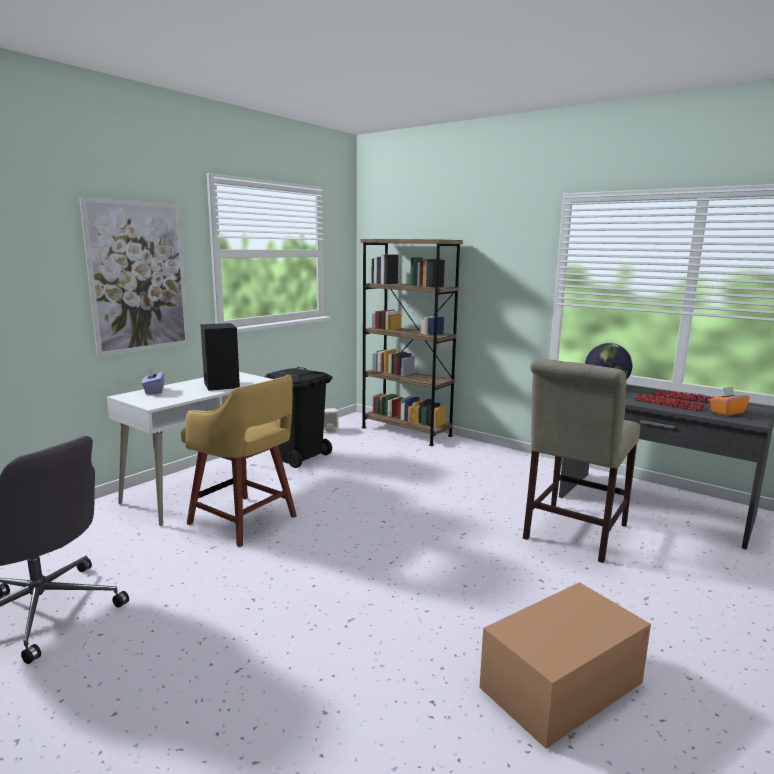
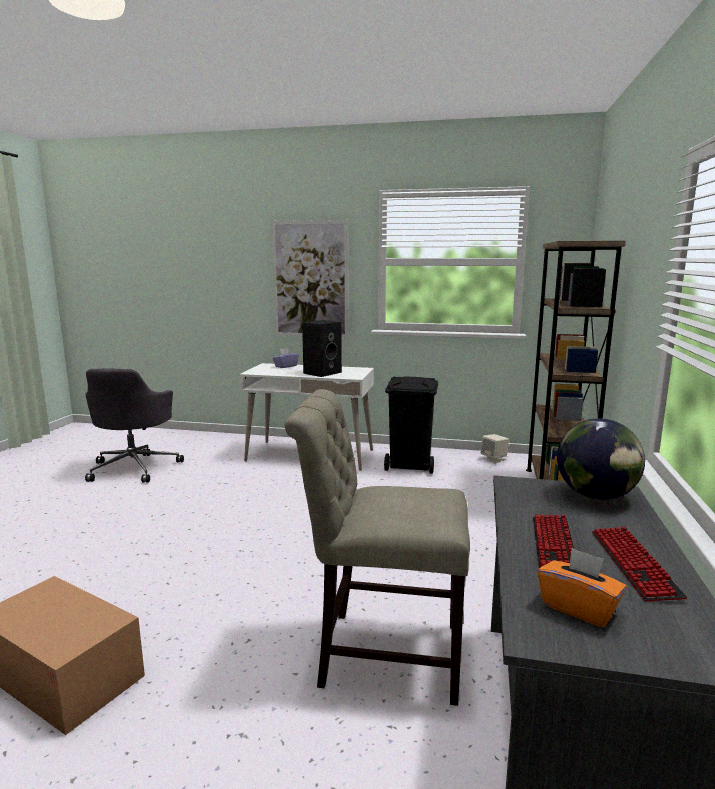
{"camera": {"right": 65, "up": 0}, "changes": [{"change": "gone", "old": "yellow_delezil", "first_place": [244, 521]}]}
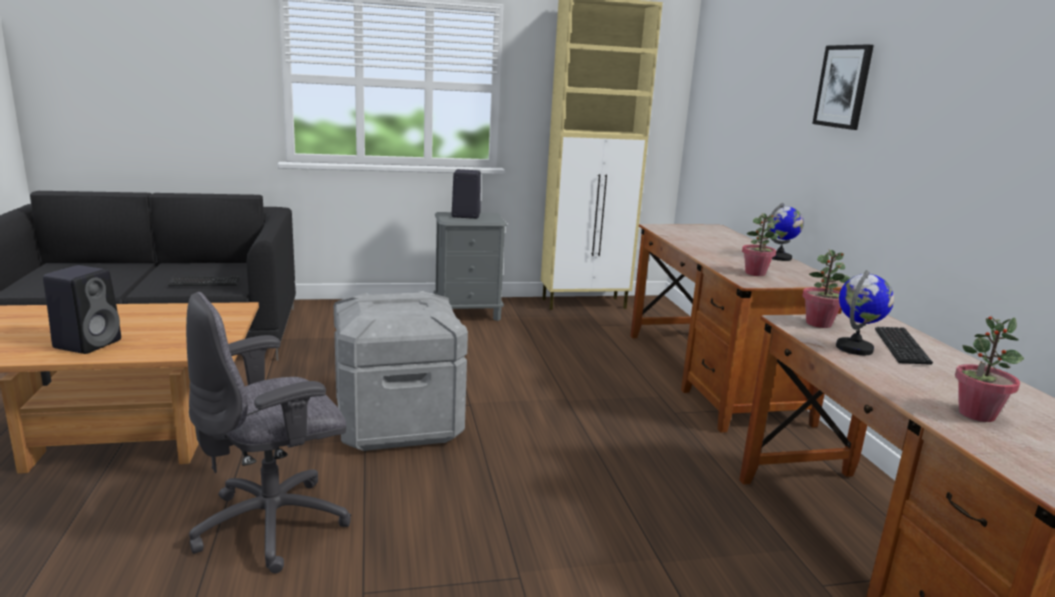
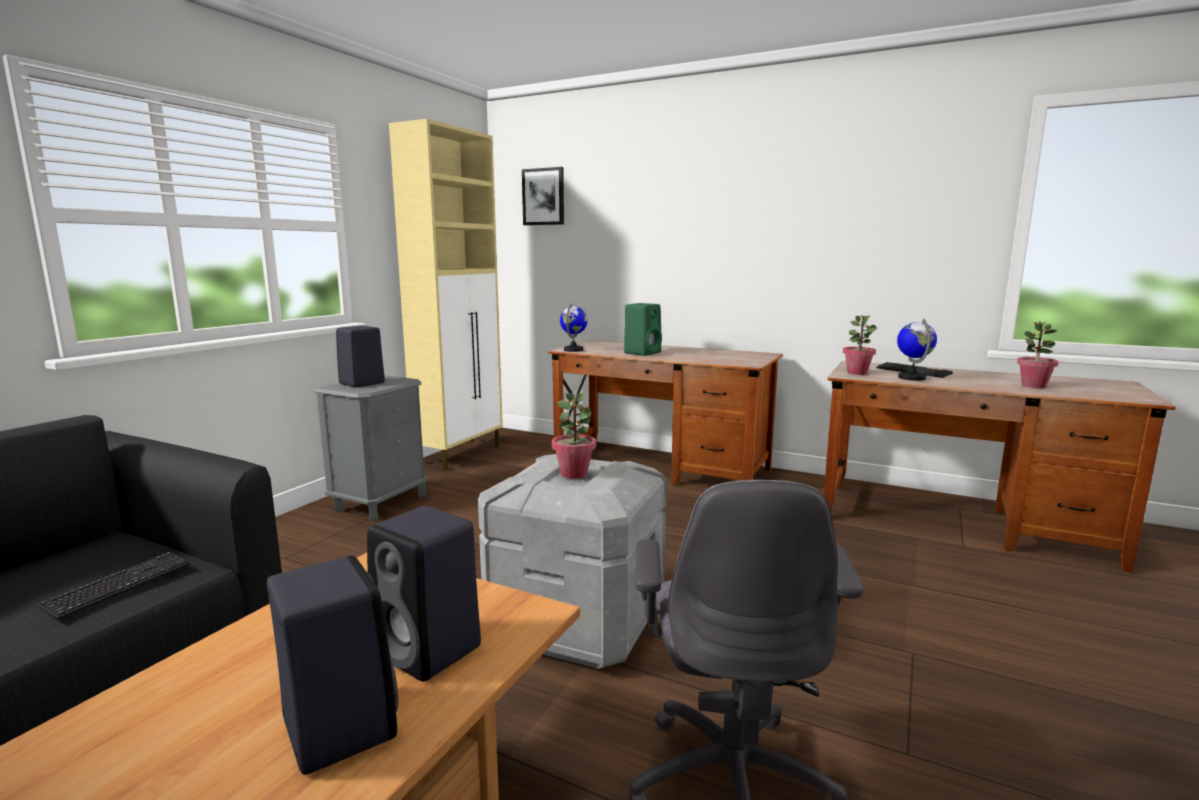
{"camera": {"right": -50, "up": -5}, "changes": [{"change": "new", "new": "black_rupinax", "second_place": [430, 651]}, {"change": "shifted", "old": "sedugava", "first_place": [843, 86], "second_place": [543, 196]}, {"change": "shifted", "old": "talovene", "first_place": [755, 273], "second_place": [574, 474]}, {"change": "shifted", "old": "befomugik", "first_place": [779, 258], "second_place": [573, 350]}, {"change": "new", "new": "green_rupinax", "second_place": [643, 353]}]}
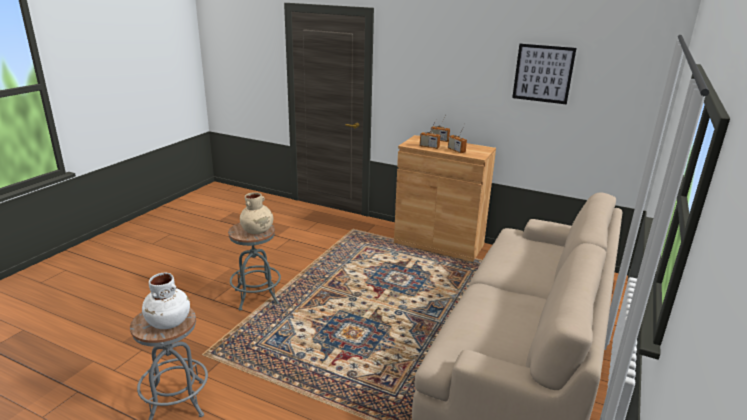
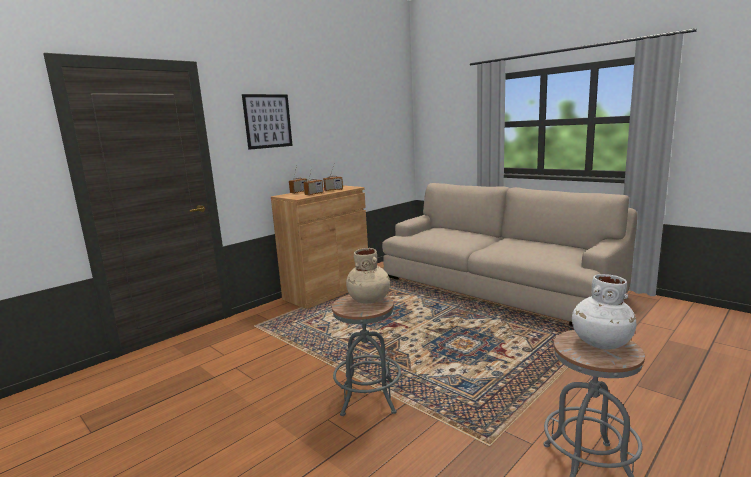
{"camera": {"right": -70, "up": -10}, "changes": [{"change": "shifted", "old": "sedugava", "first_place": [543, 73], "second_place": [268, 121]}]}
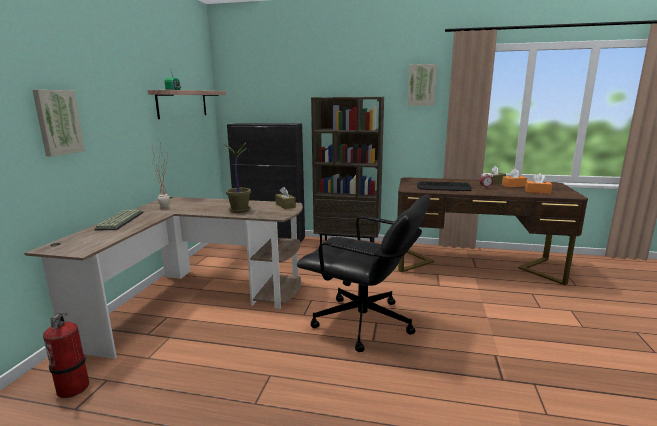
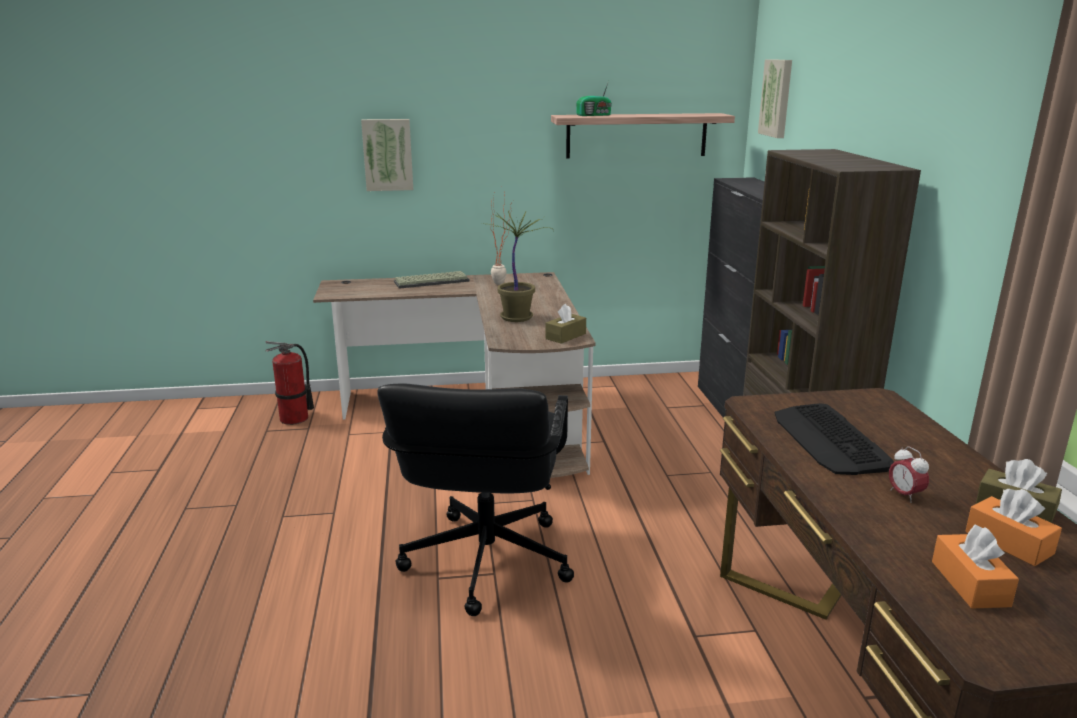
{"camera": {"right": 70, "up": 5}, "changes": [{"change": "shifted", "old": "sedugava", "first_place": [421, 85], "second_place": [777, 98]}]}
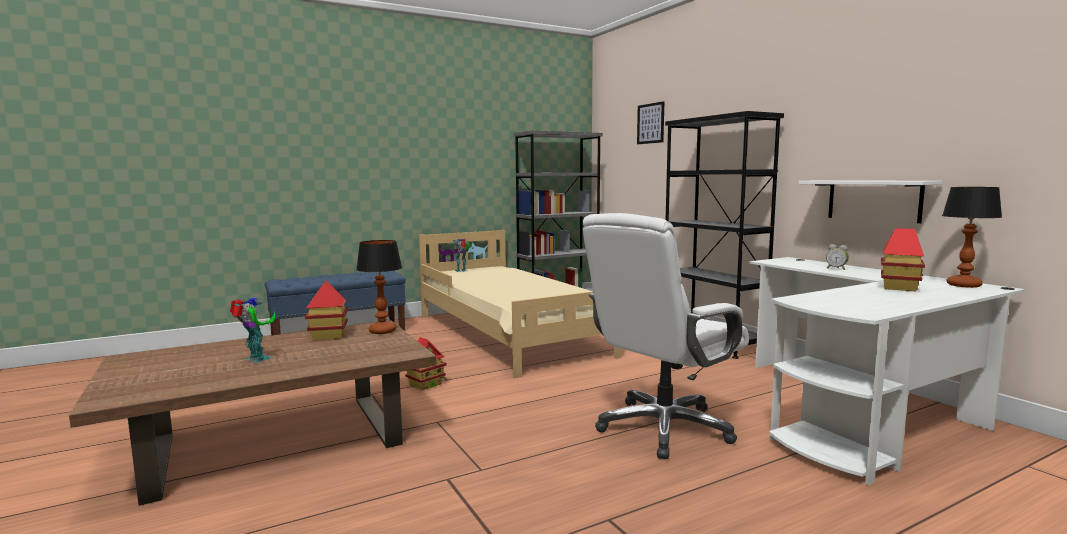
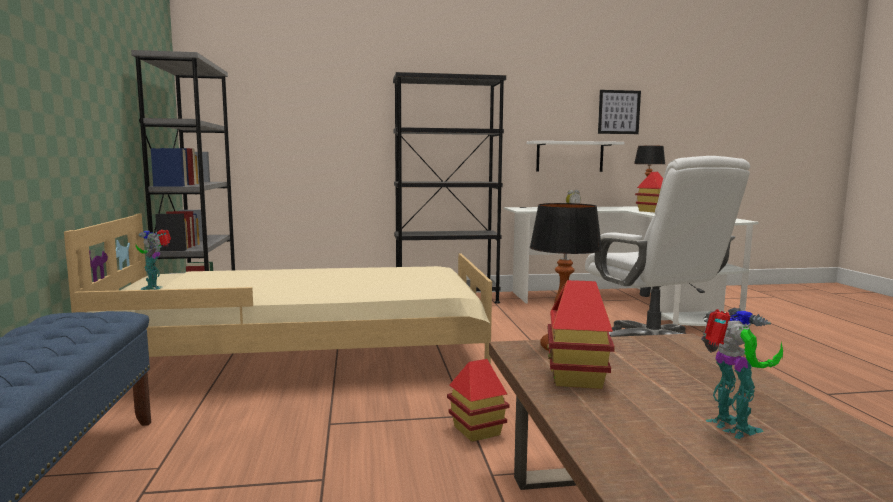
{"camera": {"right": -70, "up": 0}, "changes": [{"change": "shifted", "old": "sedugava", "first_place": [650, 123], "second_place": [619, 112]}, {"change": "rotated", "old": "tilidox", "first_place": [256, 359], "second_place": [732, 428], "degrees": 105}]}
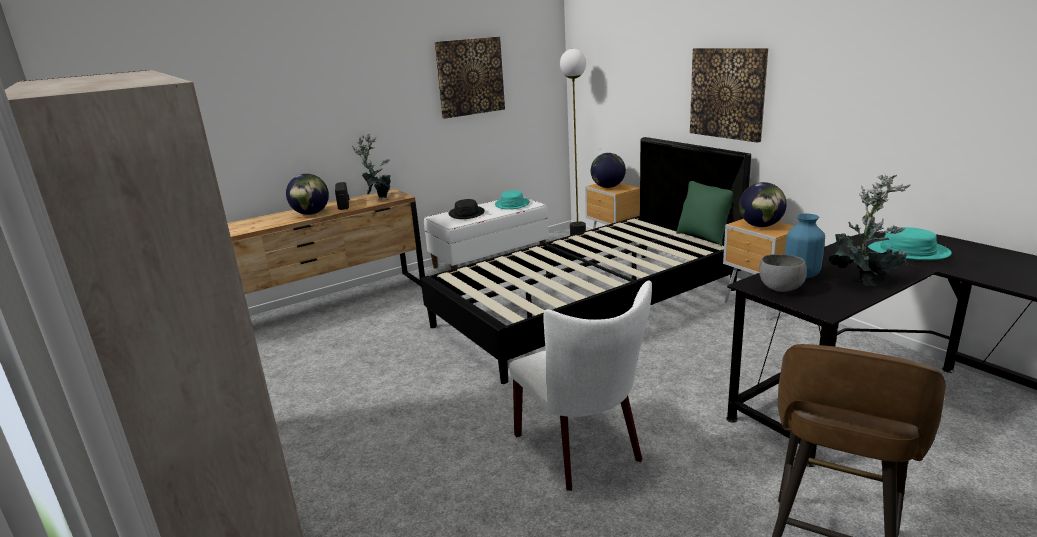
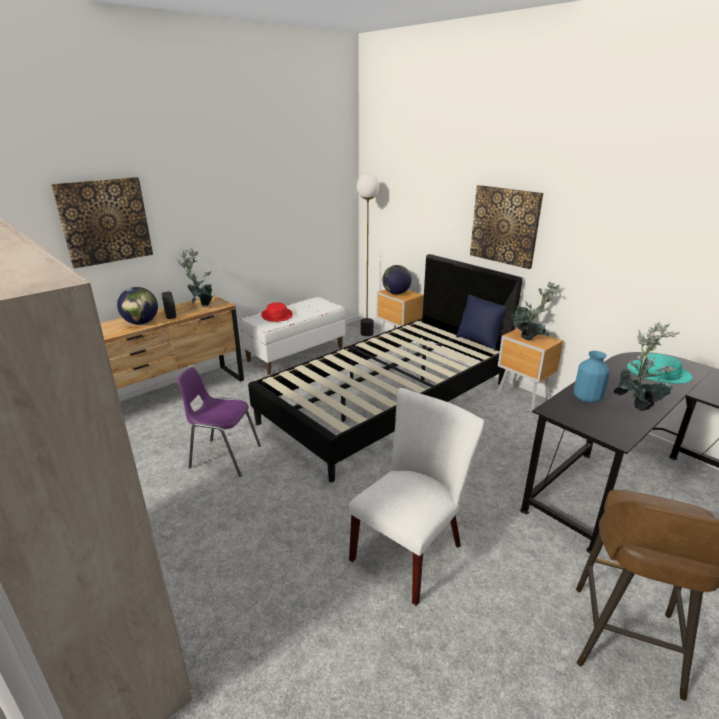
{"camera": {"right": -10, "up": 5}, "changes": [{"change": "shifted", "old": "sedugava", "first_place": [470, 77], "second_place": [105, 221]}, {"change": "new", "new": "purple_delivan", "second_place": [224, 456]}, {"change": "repainted", "old": "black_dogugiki", "new": "red_dogugiki", "first_place": [466, 213], "second_place": [277, 315]}, {"change": "rotated", "old": "white_delivan", "first_place": [583, 450], "second_place": [411, 548], "degrees": -105}, {"change": "repainted", "old": "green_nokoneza", "new": "blue_nokoneza", "first_place": [703, 237], "second_place": [479, 341]}, {"change": "swapped", "old": "befomugik", "new": "talovene", "first_place": [760, 226], "second_place": [530, 337]}, {"change": "gone", "old": "turquoise_dogugiki", "first_place": [512, 204]}, {"change": "gone", "old": "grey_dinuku", "first_place": [779, 289]}]}
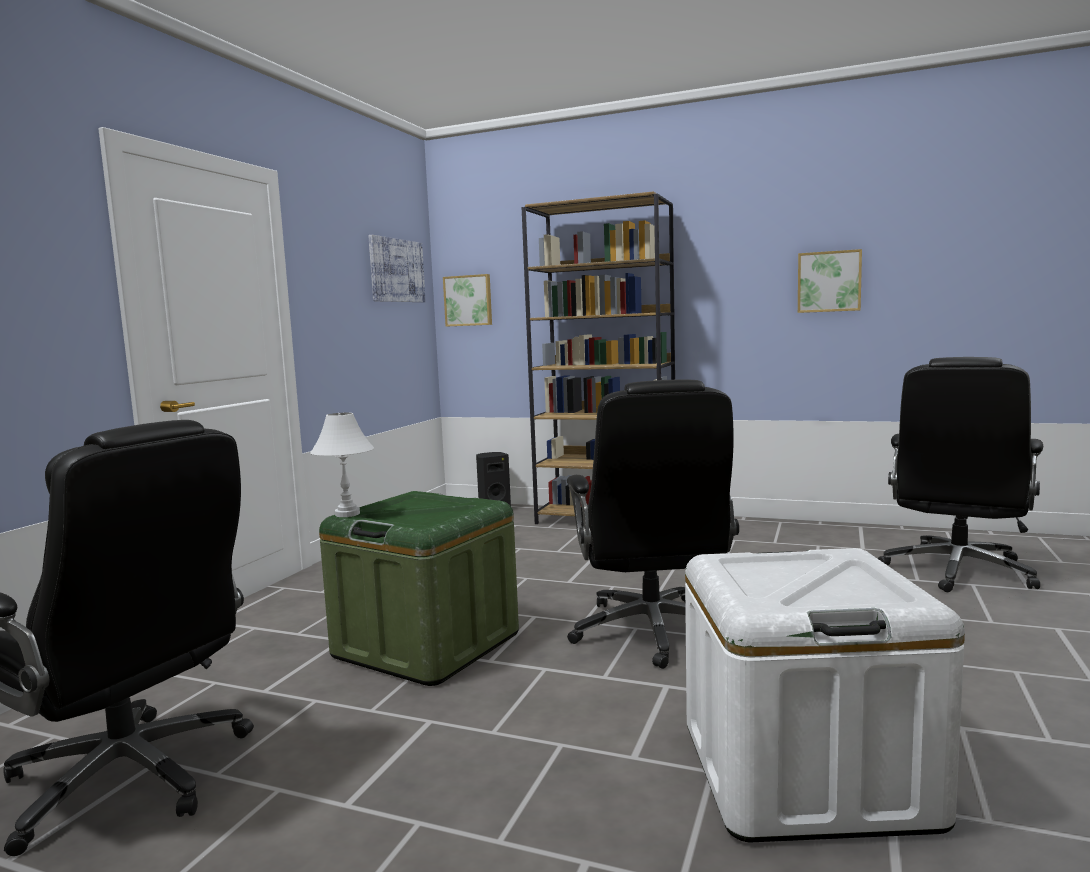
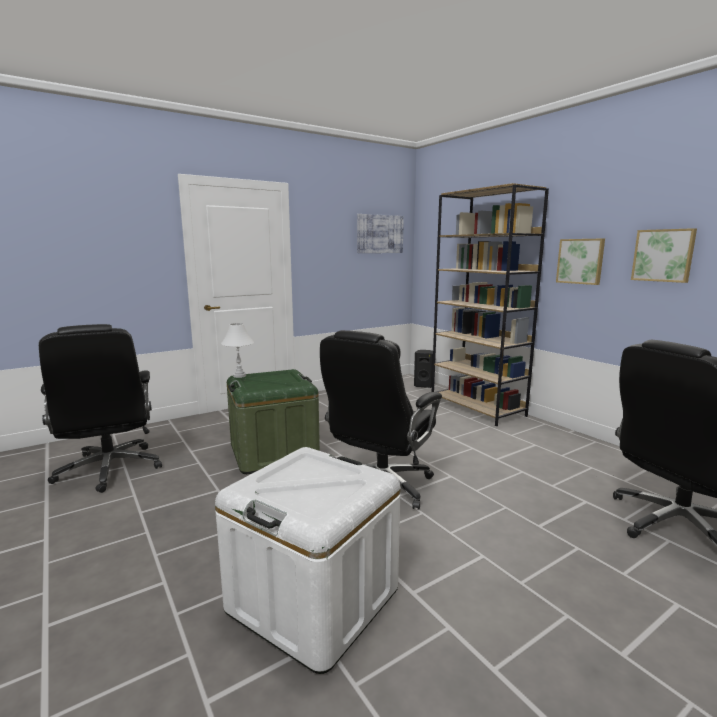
{"camera": {"right": 35, "up": 5}, "changes": [{"change": "shifted", "old": "sedugava", "first_place": [468, 300], "second_place": [580, 261]}]}
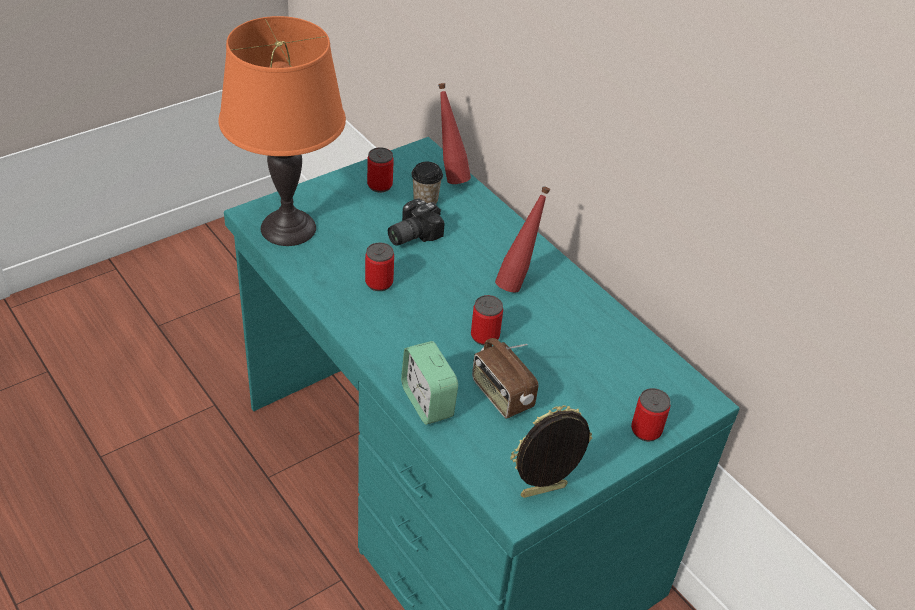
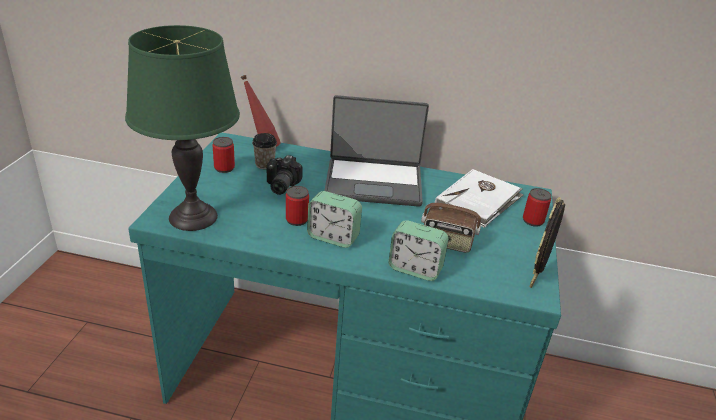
{"camera": {"right": -40, "up": -10}, "changes": [{"change": "repainted", "old": "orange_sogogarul", "new": "green_sogogarul", "first_place": [288, 228], "second_place": [193, 217]}, {"change": "new", "new": "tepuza", "second_place": [333, 237]}, {"change": "swapped", "old": "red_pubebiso", "new": "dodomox", "first_place": [517, 281], "second_place": [374, 182]}, {"change": "new", "new": "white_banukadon", "second_place": [479, 201]}, {"change": "gone", "old": "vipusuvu", "first_place": [485, 336]}]}
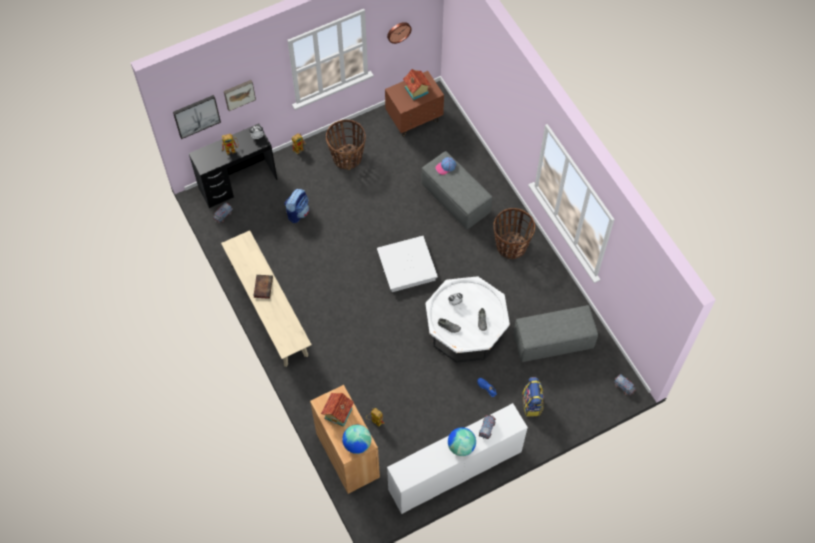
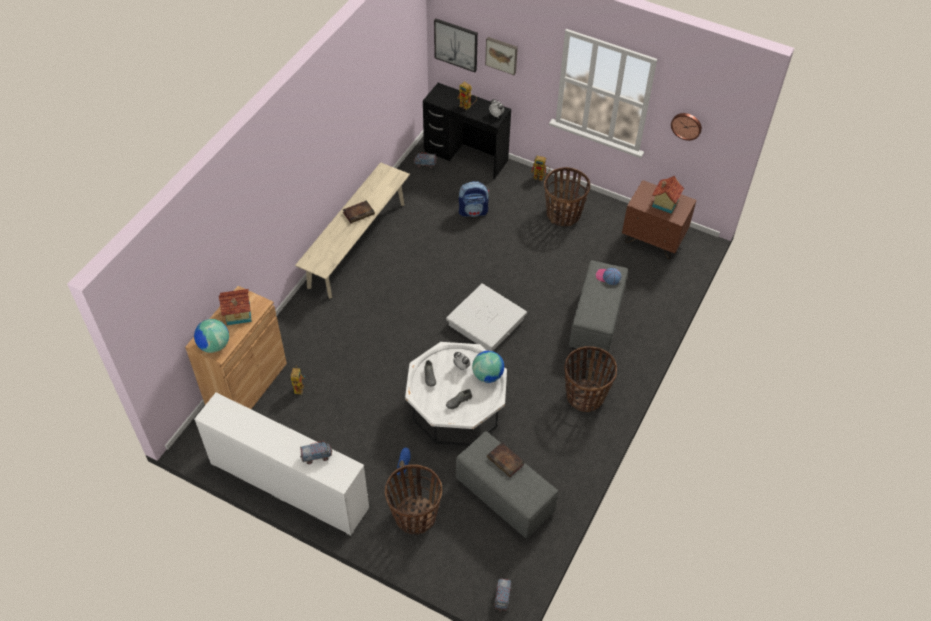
{"camera": {"right": 55, "up": -10}, "changes": [{"change": "swapped", "old": "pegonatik", "new": "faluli", "first_place": [532, 404], "second_place": [414, 515]}, {"change": "shifted", "old": "befomugik", "first_place": [461, 446], "second_place": [487, 375]}, {"change": "new", "new": "banukadon", "second_place": [506, 461]}]}
